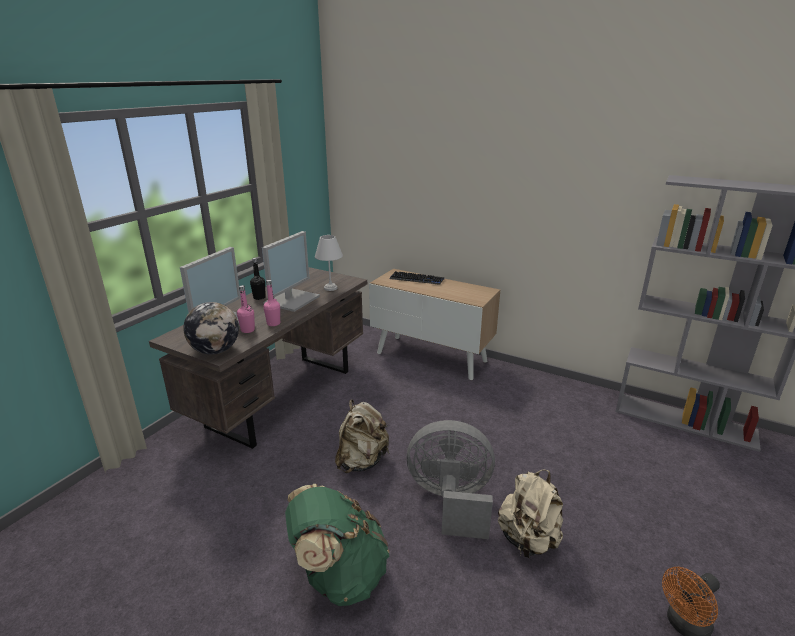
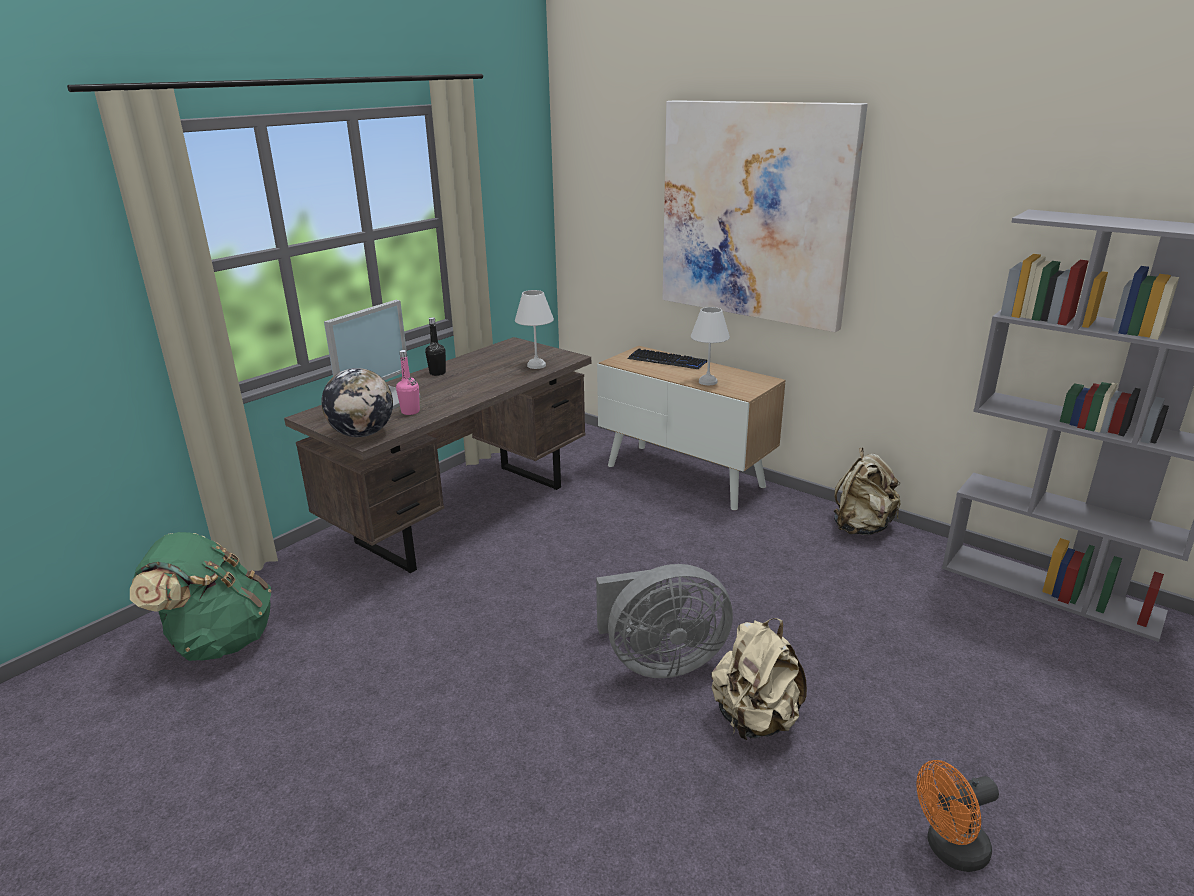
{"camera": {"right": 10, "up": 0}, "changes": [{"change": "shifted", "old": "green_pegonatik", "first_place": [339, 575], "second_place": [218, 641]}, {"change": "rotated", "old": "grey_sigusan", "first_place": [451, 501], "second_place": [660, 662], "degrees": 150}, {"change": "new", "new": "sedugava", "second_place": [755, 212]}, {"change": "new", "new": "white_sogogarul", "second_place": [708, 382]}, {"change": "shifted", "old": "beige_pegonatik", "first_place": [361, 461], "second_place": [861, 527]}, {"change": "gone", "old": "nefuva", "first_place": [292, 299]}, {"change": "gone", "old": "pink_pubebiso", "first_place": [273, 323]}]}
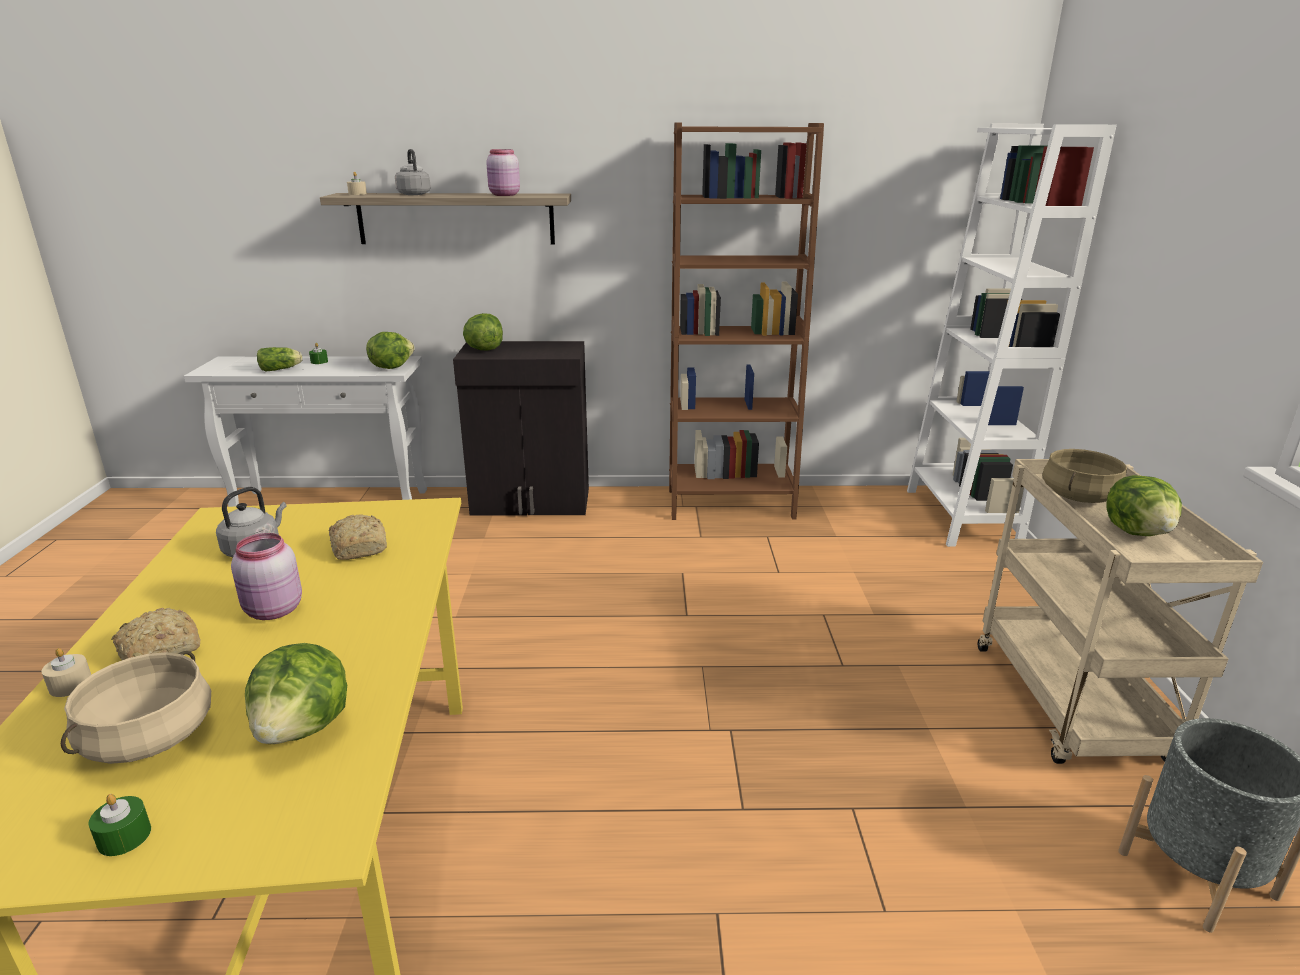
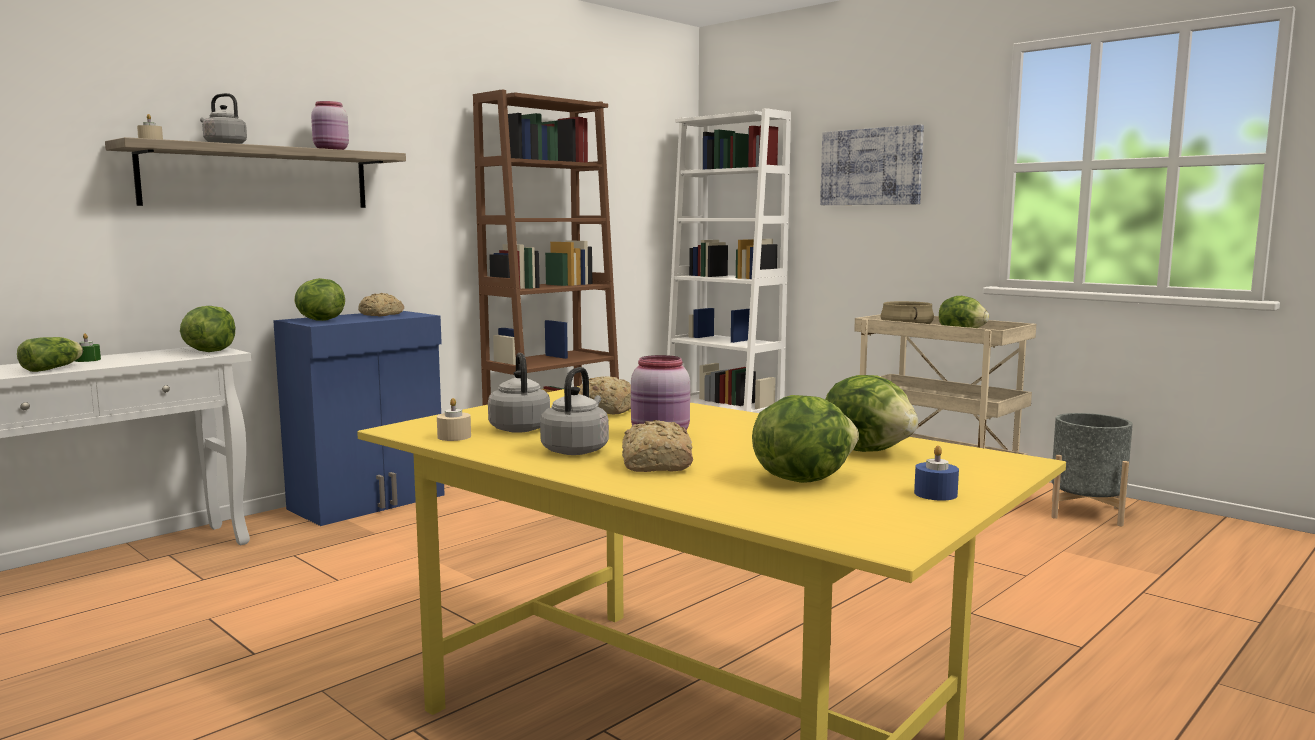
{"camera": {"right": -45, "up": -15}, "changes": [{"change": "repainted", "old": "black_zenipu", "new": "blue_zenipu", "first_place": [531, 502], "second_place": [369, 502]}, {"change": "new", "new": "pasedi", "second_place": [381, 315]}, {"change": "shifted", "old": "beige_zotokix", "first_place": [71, 685], "second_place": [454, 437]}, {"change": "new", "new": "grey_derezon", "second_place": [576, 450]}, {"change": "swapped", "old": "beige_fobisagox", "new": "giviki", "first_place": [149, 737], "second_place": [801, 478]}, {"change": "new", "new": "sedugava", "second_place": [871, 167]}, {"change": "repainted", "old": "green_zotokix", "new": "blue_zotokix", "first_place": [124, 836], "second_place": [935, 494]}]}
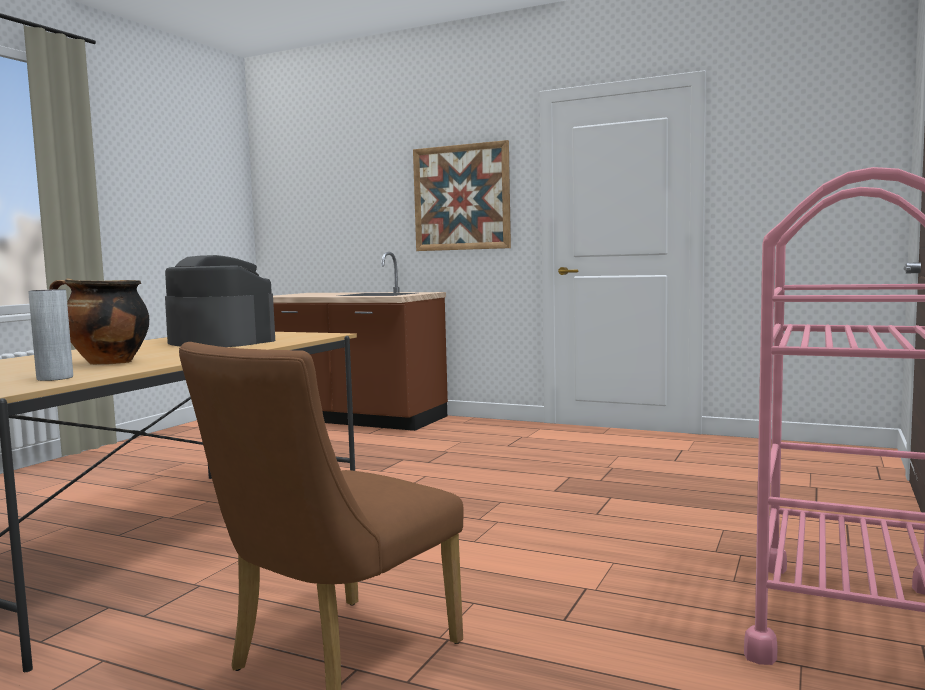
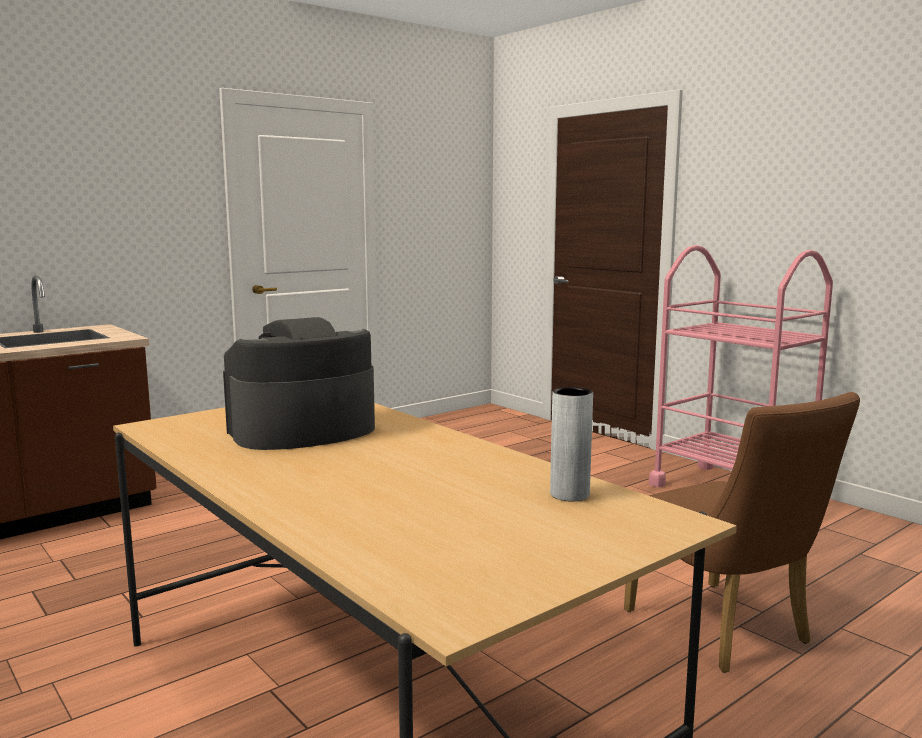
{"camera": {"right": -65, "up": 5}, "changes": [{"change": "gone", "old": "fobisagox", "first_place": [107, 363]}, {"change": "gone", "old": "sedugava", "first_place": [461, 197]}]}
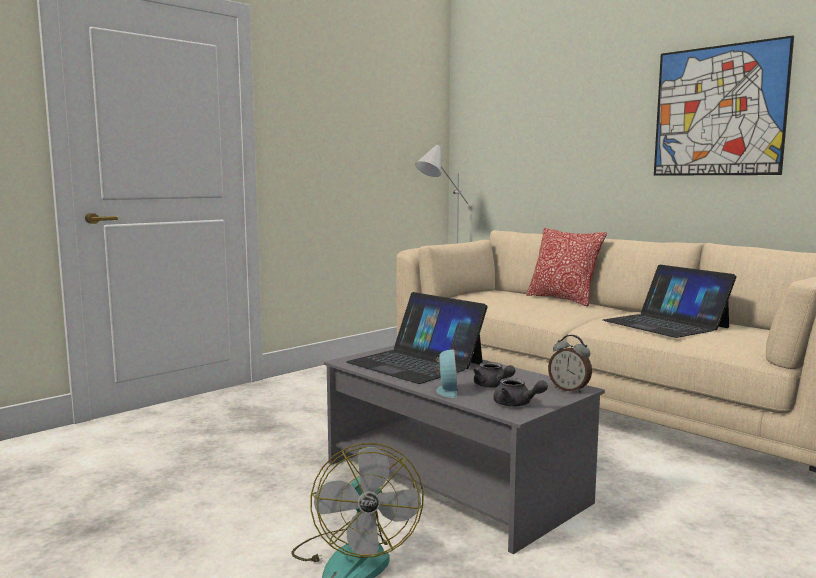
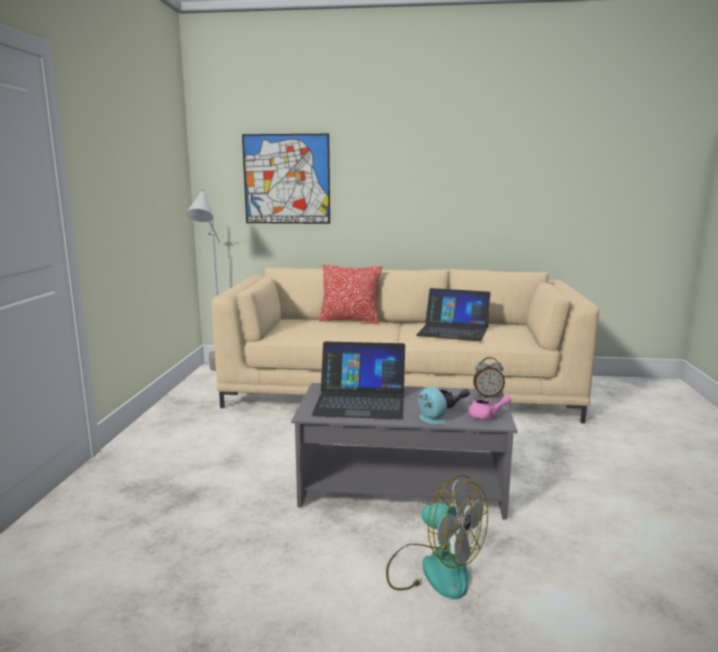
{"camera": {"right": -40, "up": 5}, "changes": [{"change": "shifted", "old": "sedugava", "first_place": [718, 111], "second_place": [286, 179]}, {"change": "repainted", "old": "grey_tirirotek", "new": "pink_tirirotek", "first_place": [516, 404], "second_place": [487, 416]}]}
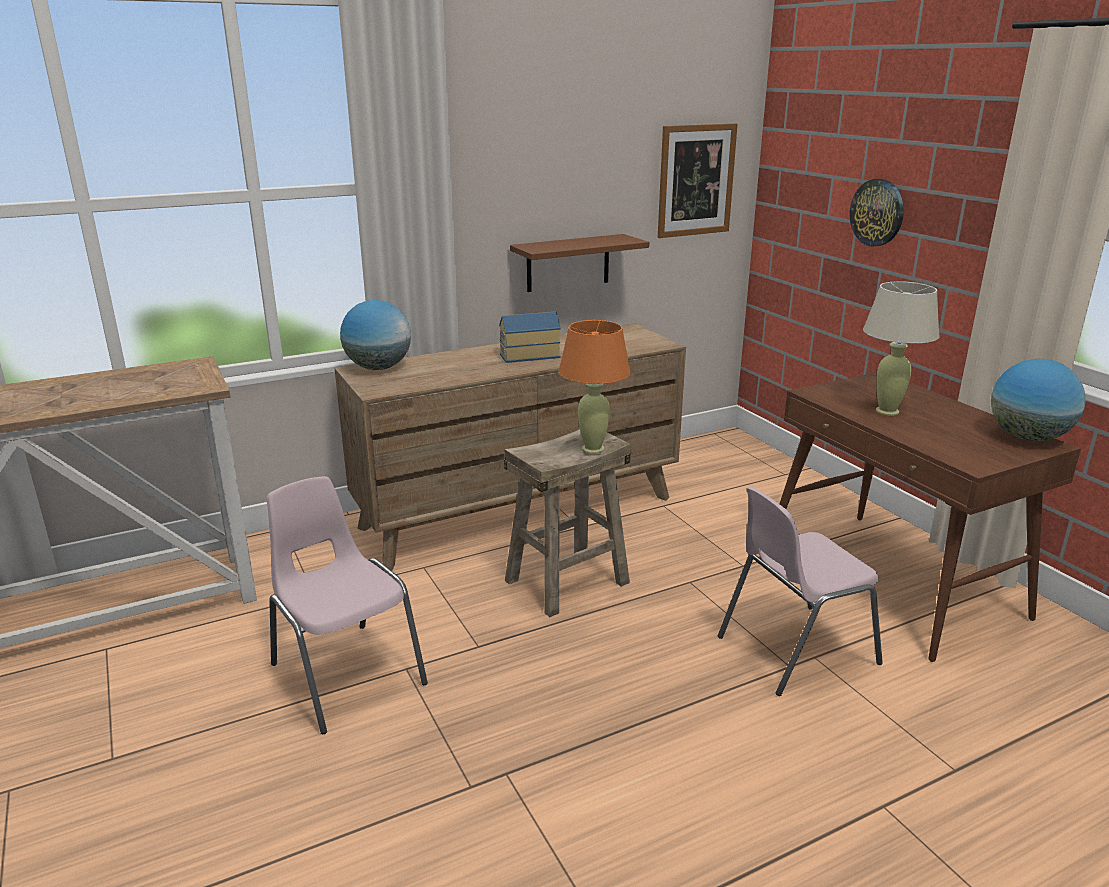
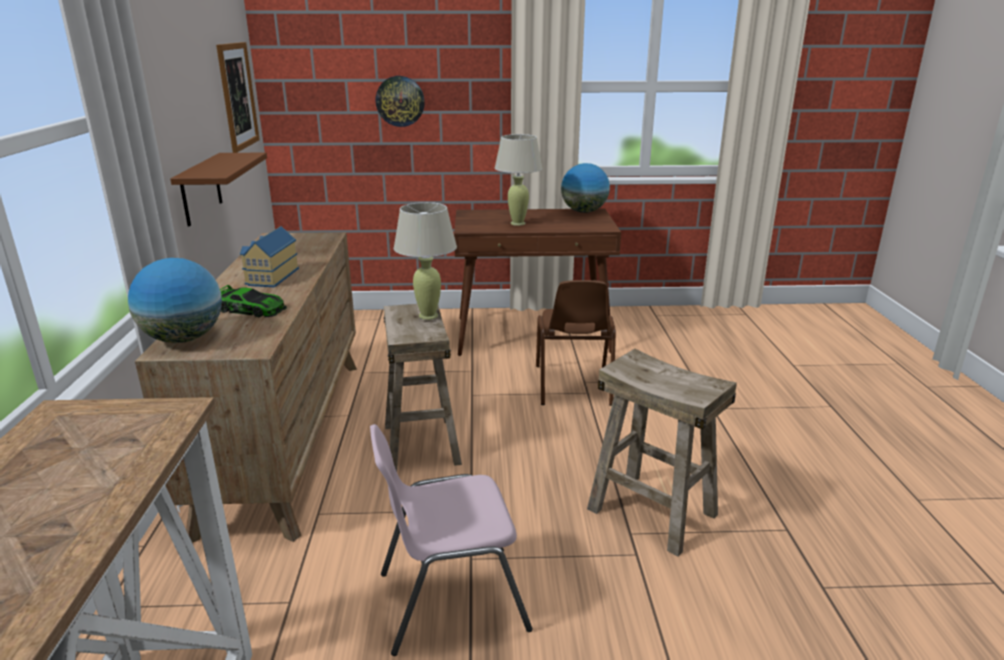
{"camera": {"right": -65, "up": 0}, "changes": [{"change": "new", "new": "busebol", "second_place": [251, 309]}, {"change": "repainted", "old": "orange_sogogarul", "new": "beige_sogogarul", "first_place": [592, 449], "second_place": [428, 316]}, {"change": "repainted", "old": "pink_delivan", "new": "brown_delivan", "first_place": [794, 649], "second_place": [573, 386]}, {"change": "new", "new": "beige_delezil", "second_place": [651, 512]}]}
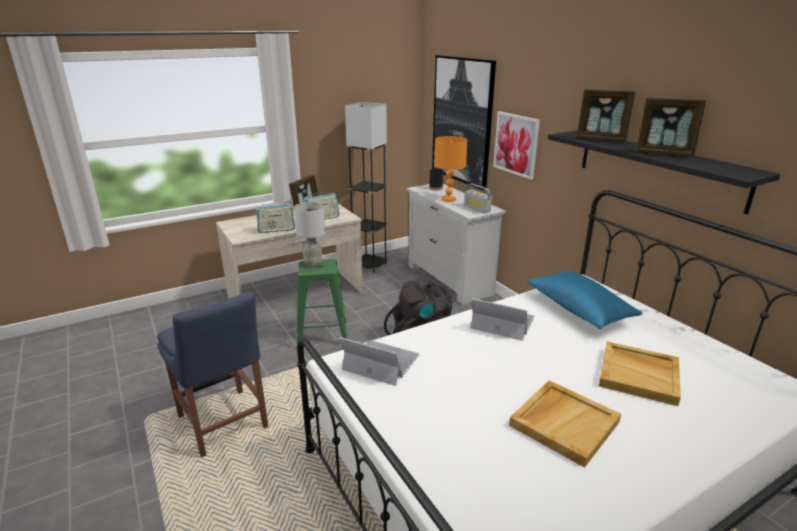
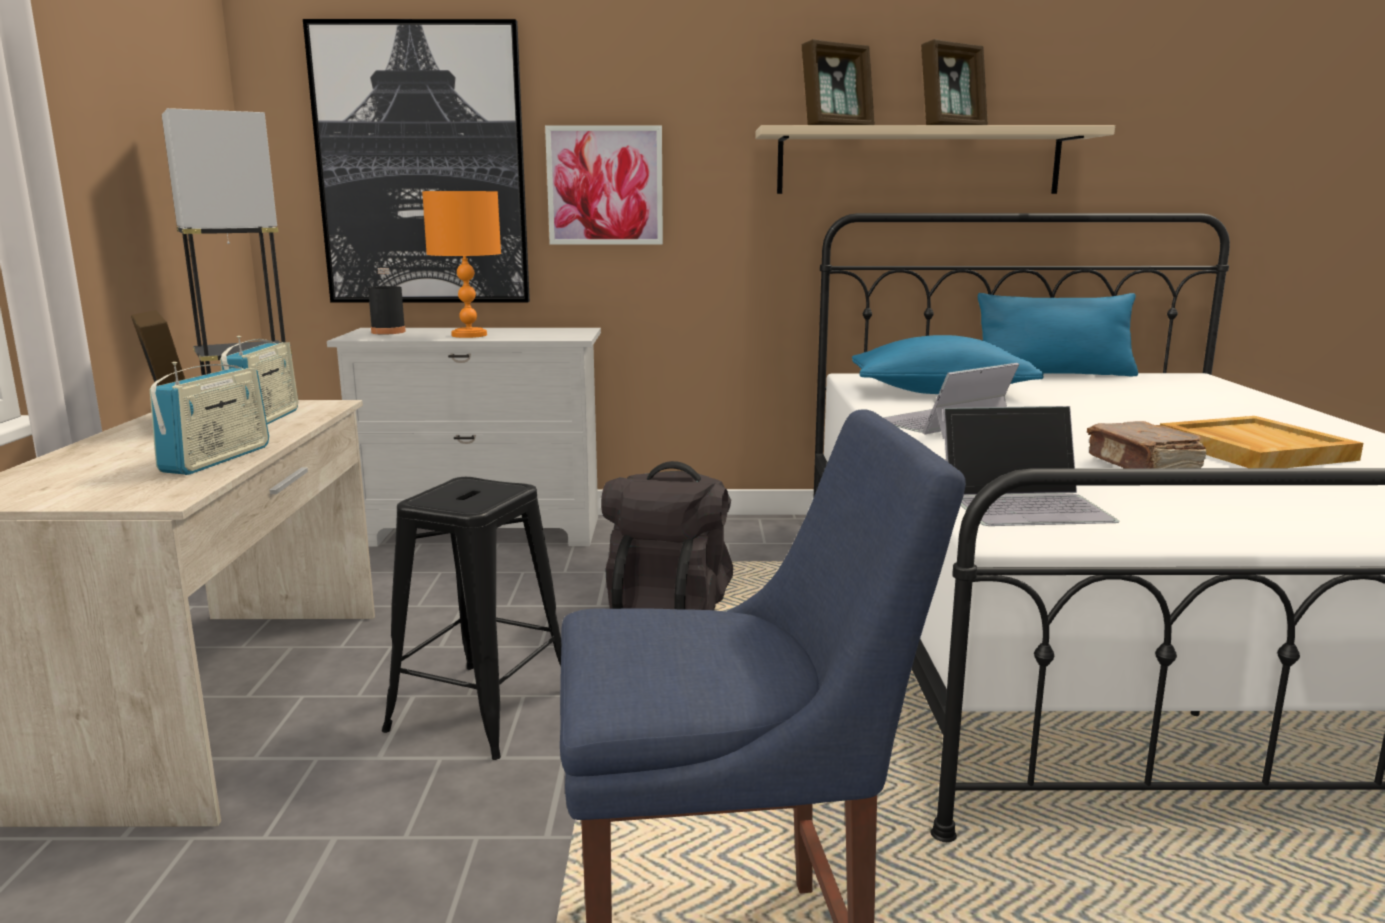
{"camera": {"right": -60, "up": -10}, "changes": [{"change": "repainted", "old": "green_delezil", "new": "black_delezil", "first_place": [323, 335], "second_place": [482, 708]}, {"change": "repainted", "old": "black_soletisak", "new": "beige_soletisak", "first_place": [658, 168], "second_place": [918, 162]}, {"change": "rotated", "old": "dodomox", "first_place": [380, 362], "second_place": [1024, 503], "degrees": -150}, {"change": "new", "new": "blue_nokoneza", "second_place": [1053, 374]}, {"change": "new", "new": "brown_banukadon", "second_place": [1142, 467]}, {"change": "gone", "old": "grey_sogogarul", "first_place": [313, 264]}, {"change": "gone", "old": "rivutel", "first_place": [477, 209]}, {"change": "gone", "old": "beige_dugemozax", "first_place": [639, 375]}]}
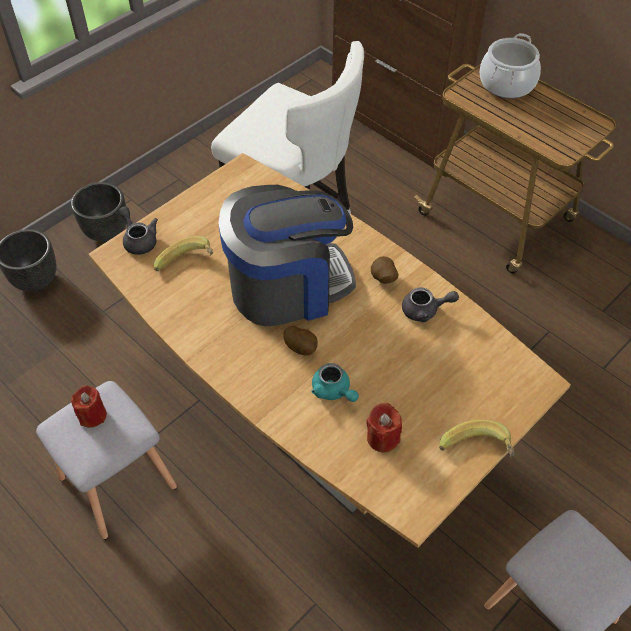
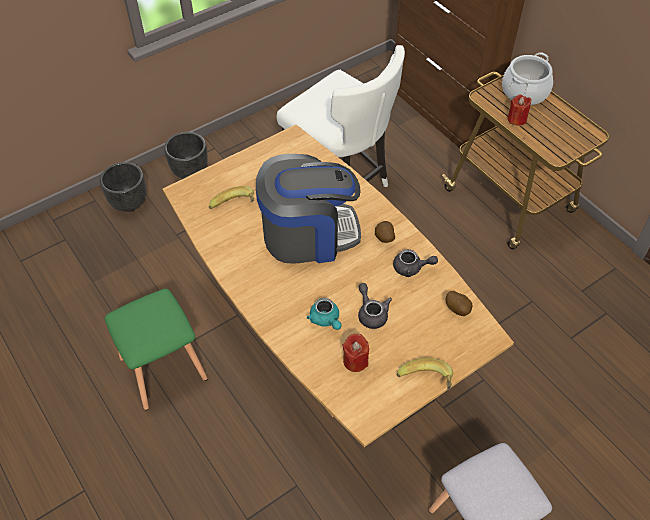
{"camera": {"right": 10, "up": 0}, "changes": [{"change": "repainted", "old": "grey_delezil", "new": "green_delezil", "first_place": [116, 482], "second_place": [162, 368]}, {"change": "shifted", "old": "grey_tirirotek", "first_place": [139, 240], "second_place": [371, 313]}, {"change": "shifted", "old": "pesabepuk", "first_place": [301, 348], "second_place": [458, 309]}, {"change": "shifted", "old": "red_zotokix", "first_place": [92, 415], "second_place": [517, 119]}]}
